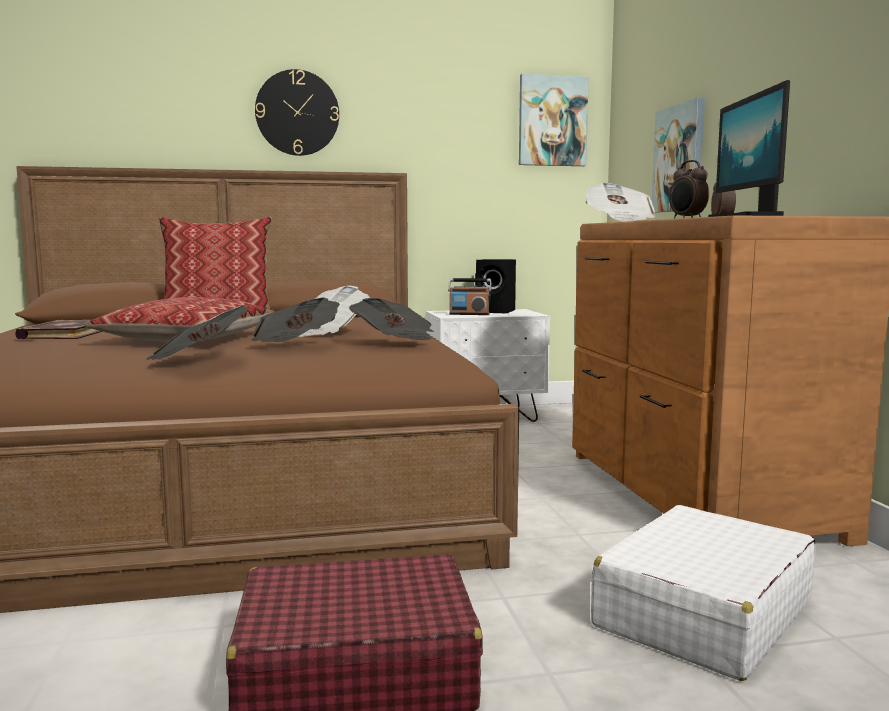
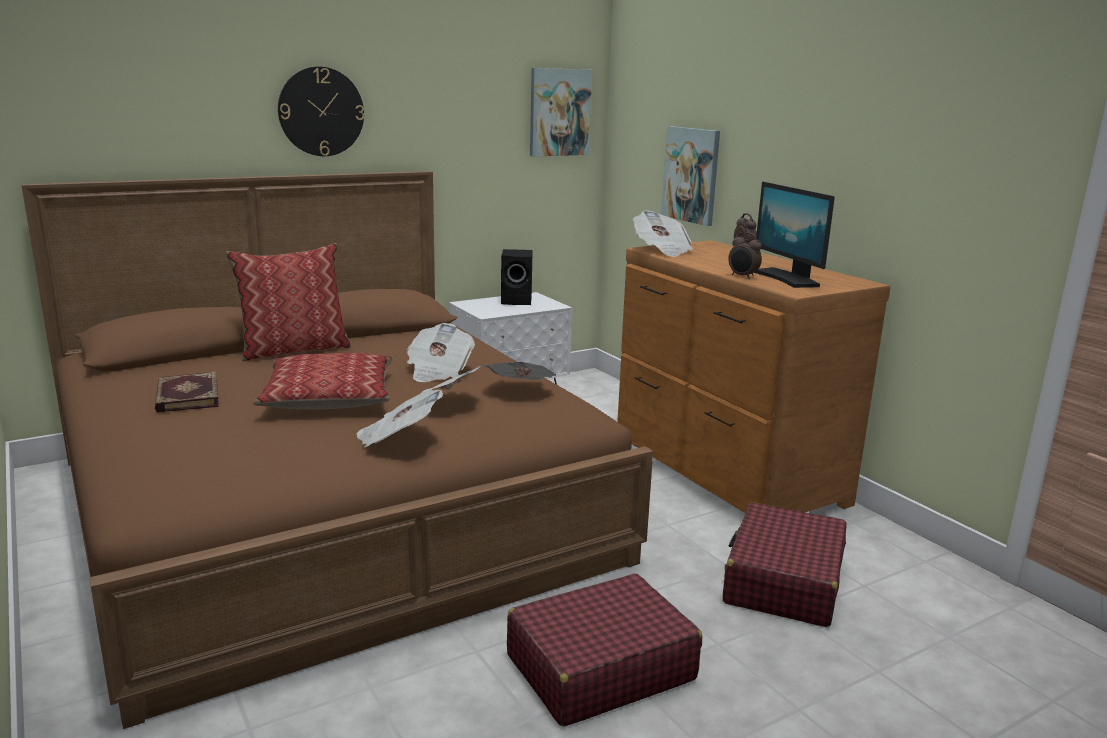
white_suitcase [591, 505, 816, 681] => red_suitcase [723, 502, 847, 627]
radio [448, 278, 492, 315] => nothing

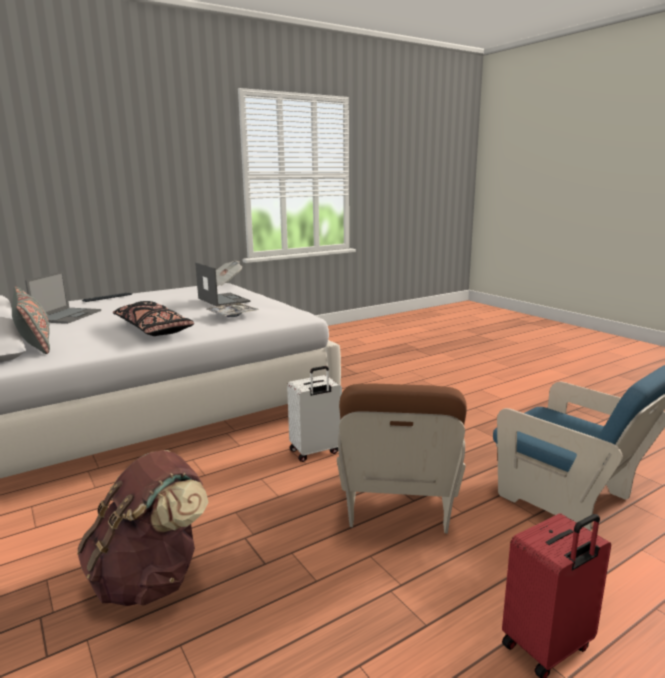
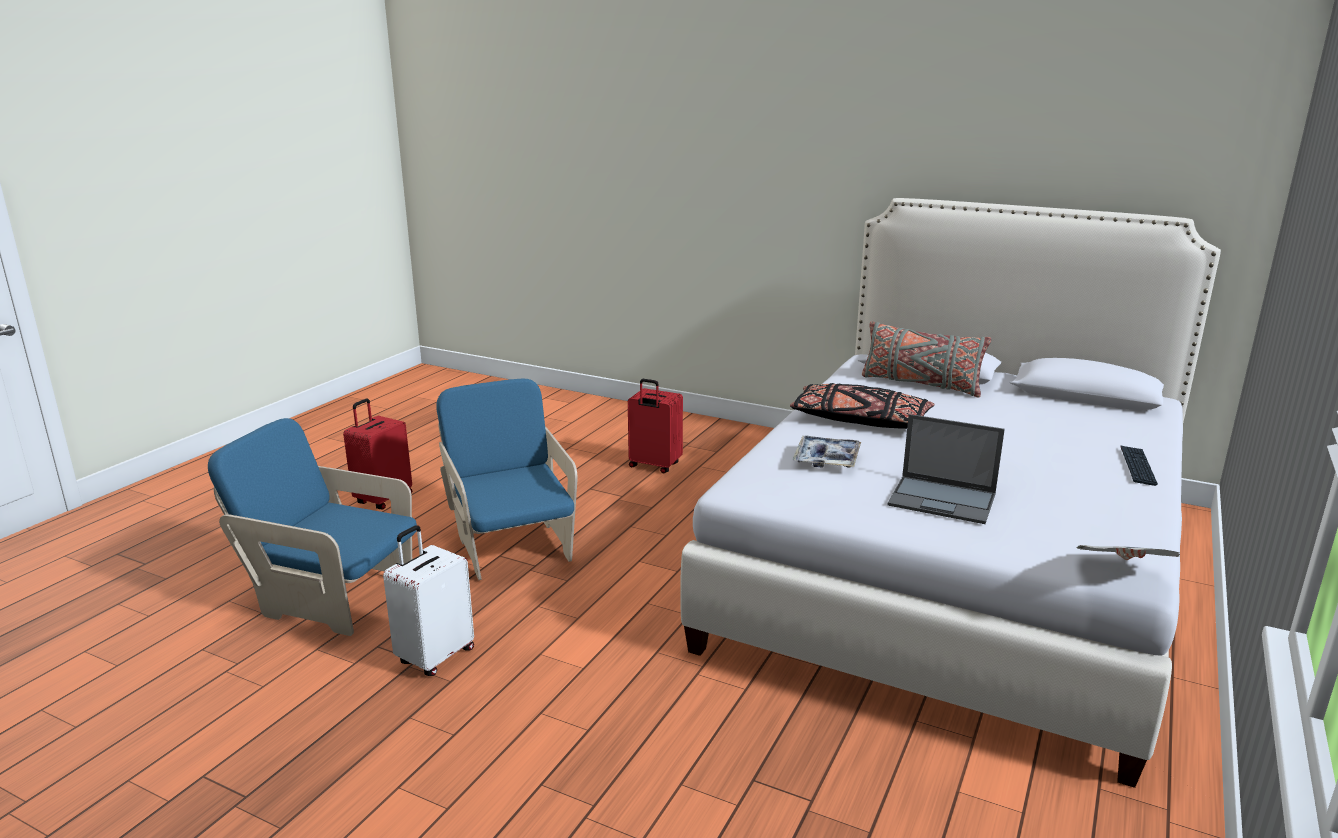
white_suitcase [287, 366, 342, 462] => white_suitcase [383, 525, 474, 676], moved
brown_armchair [337, 384, 467, 534] => blue_armchair [436, 378, 577, 580]
brown_backpack [77, 450, 209, 606] => red_suitcase [628, 379, 683, 474]
laptop [25, 271, 101, 324] => nothing

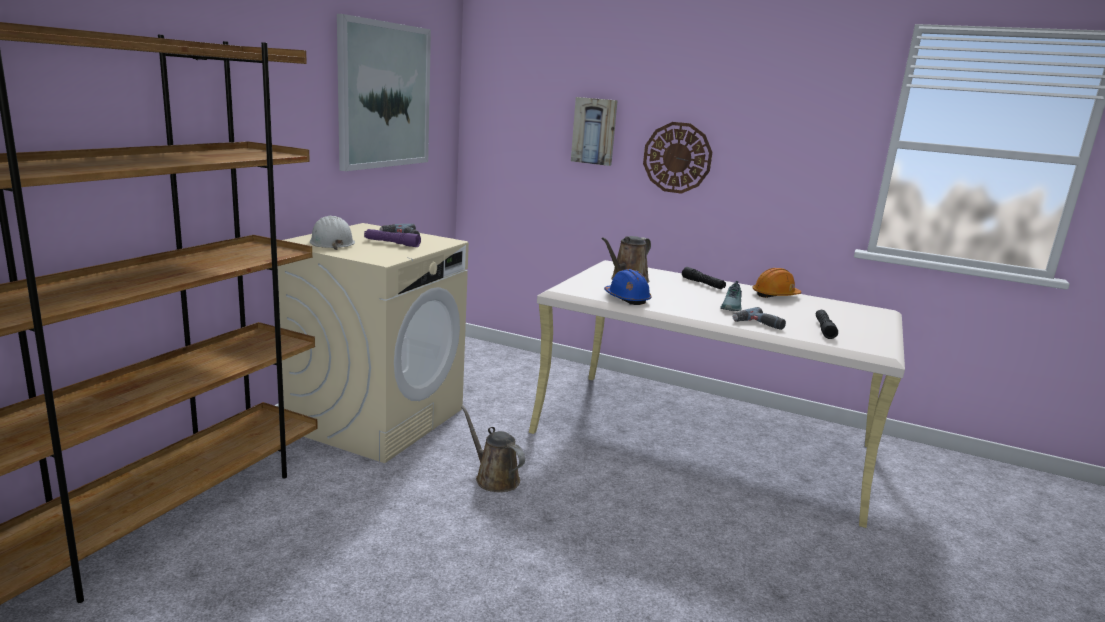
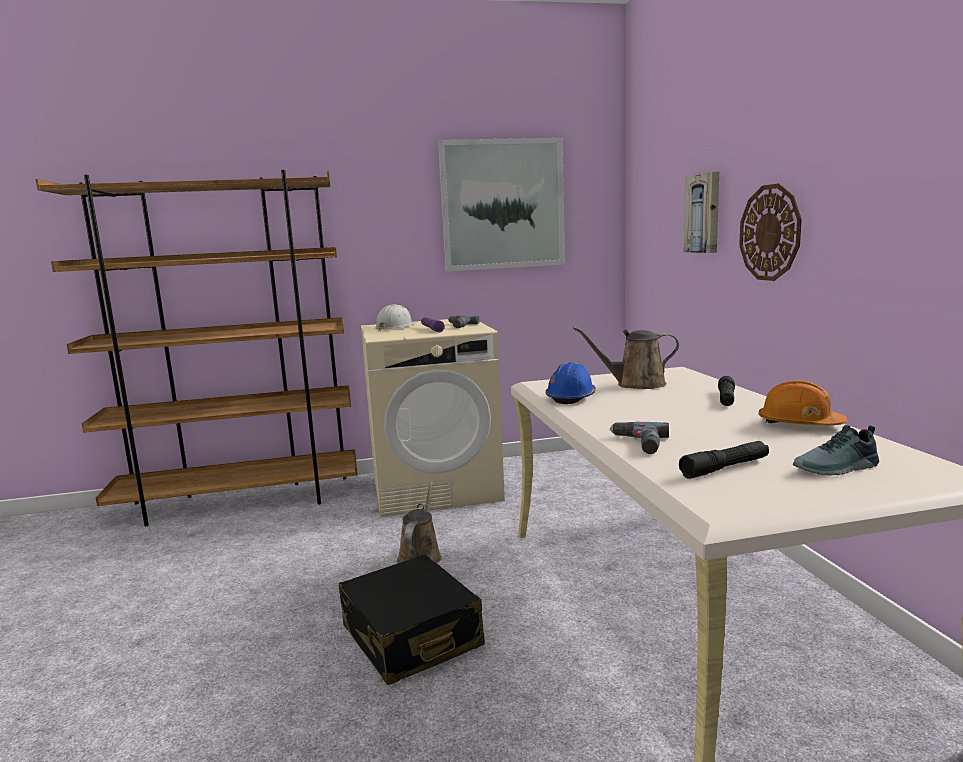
nothing => black_suitcase [338, 554, 485, 685]
shoe [720, 281, 742, 311] => shoe [793, 425, 879, 475], moved

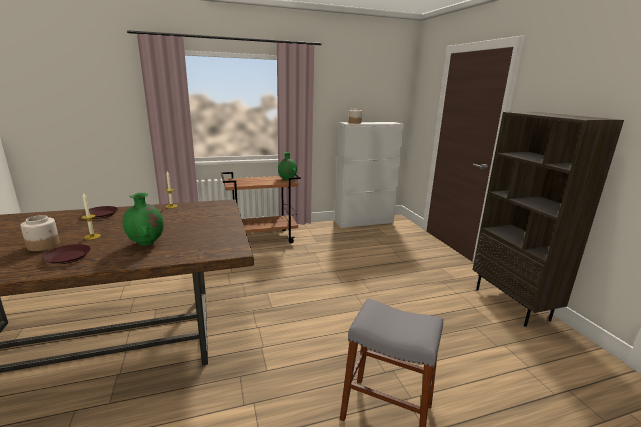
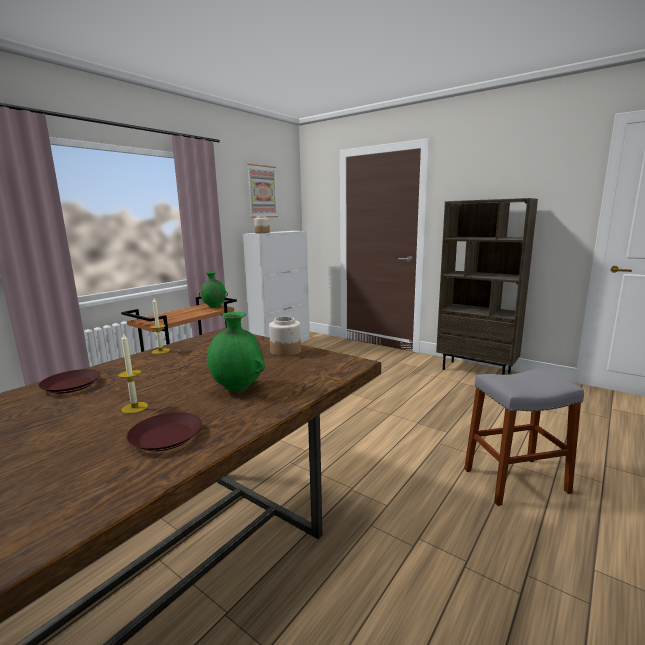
nothing => picture [247, 164, 278, 218]
jar [20, 215, 60, 251] => jar [269, 317, 301, 356], moved

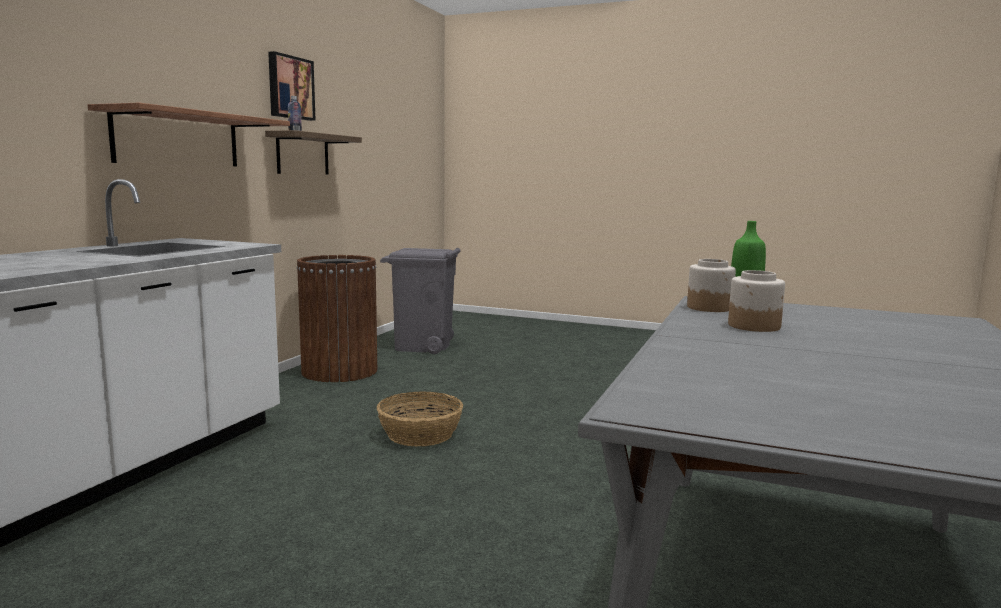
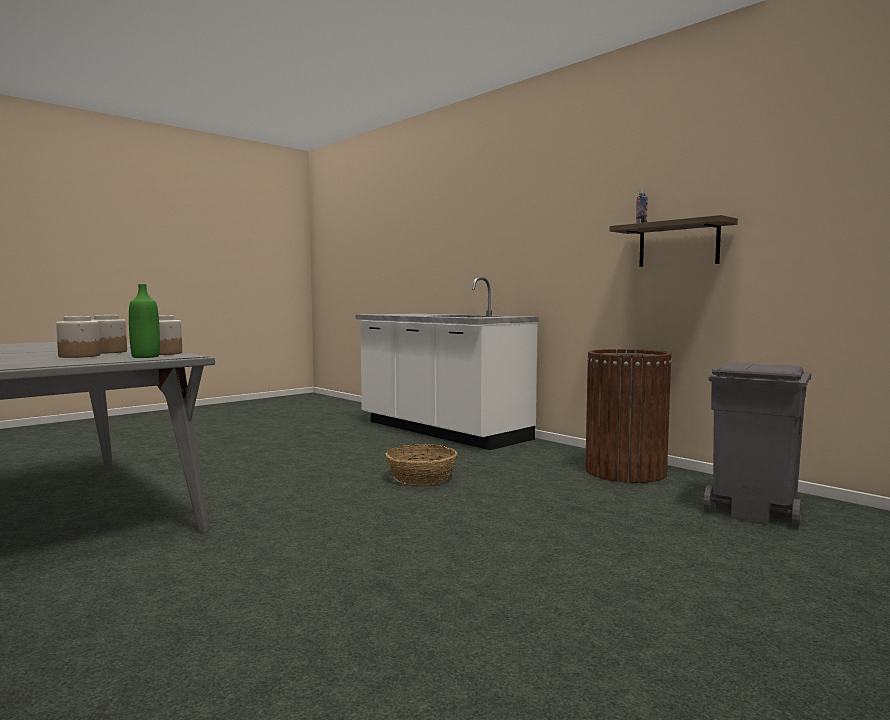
nothing => jar [56, 316, 100, 358]
shelf [88, 103, 290, 166] => nothing
picture [268, 51, 316, 121] => nothing

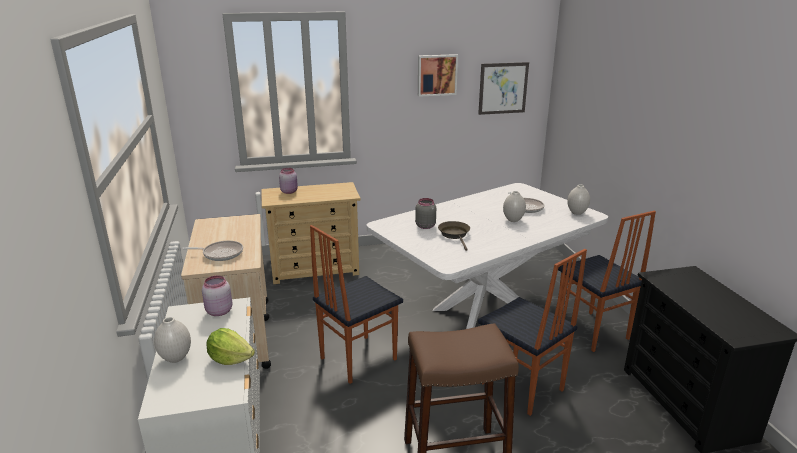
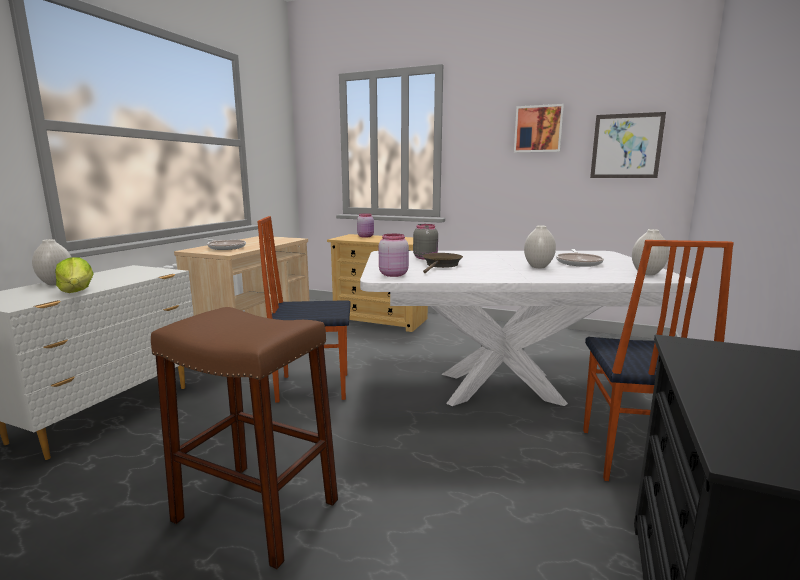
pink_jar [202, 275, 233, 316] => pink_jar [379, 234, 409, 277], moved
chair [478, 249, 587, 416] => nothing

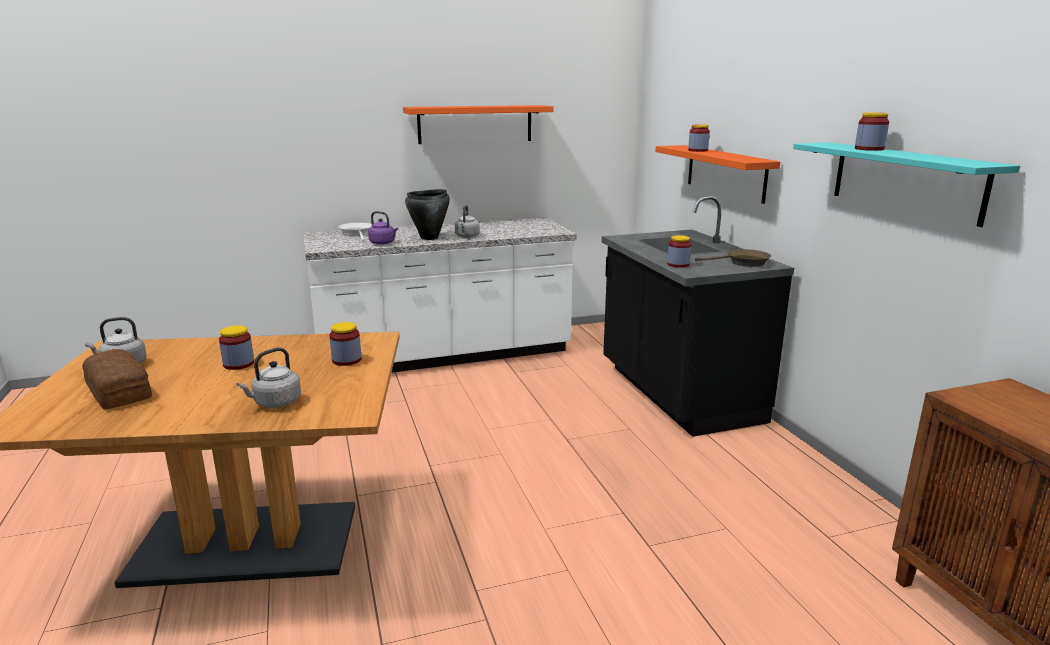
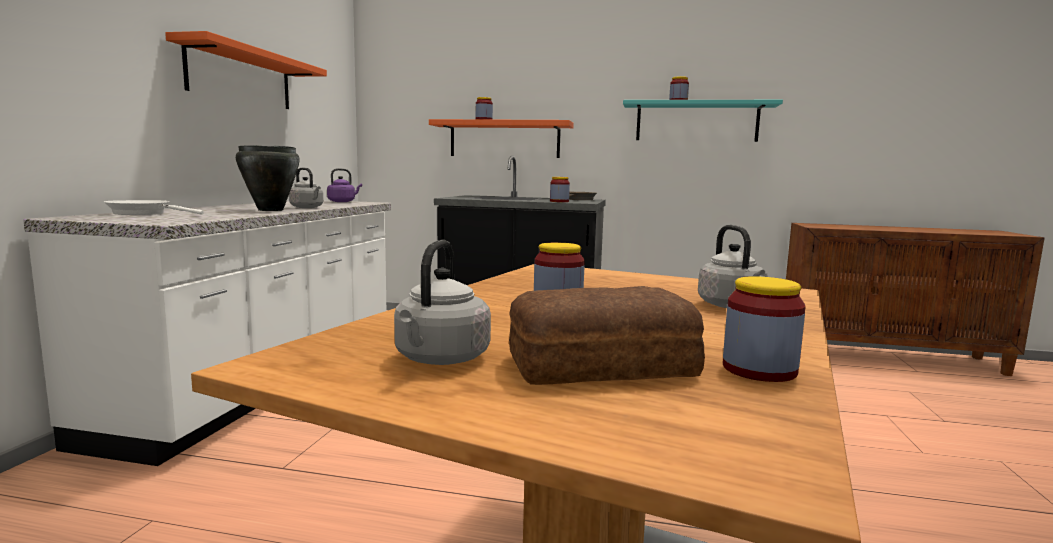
purple_kettle [368, 211, 398, 245] => purple_kettle [327, 168, 362, 202], moved
jar [329, 322, 362, 366] => jar [723, 276, 806, 382], moved

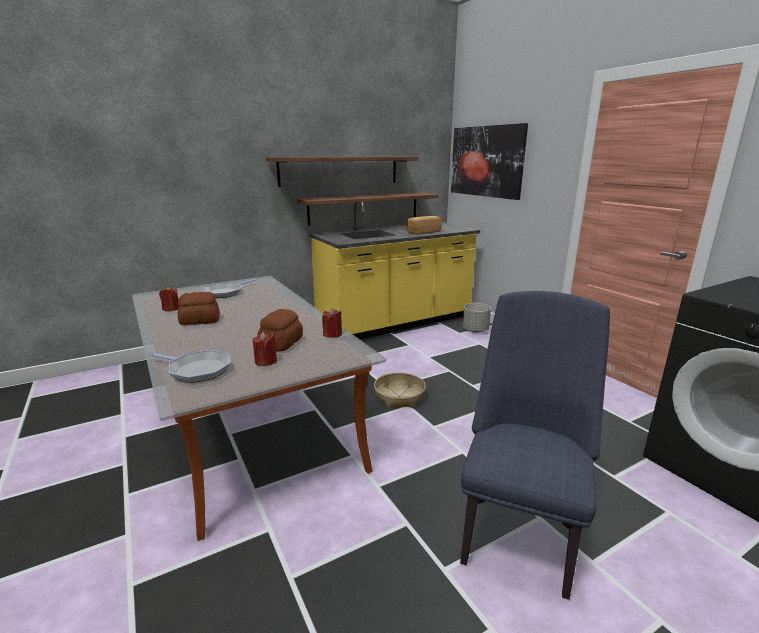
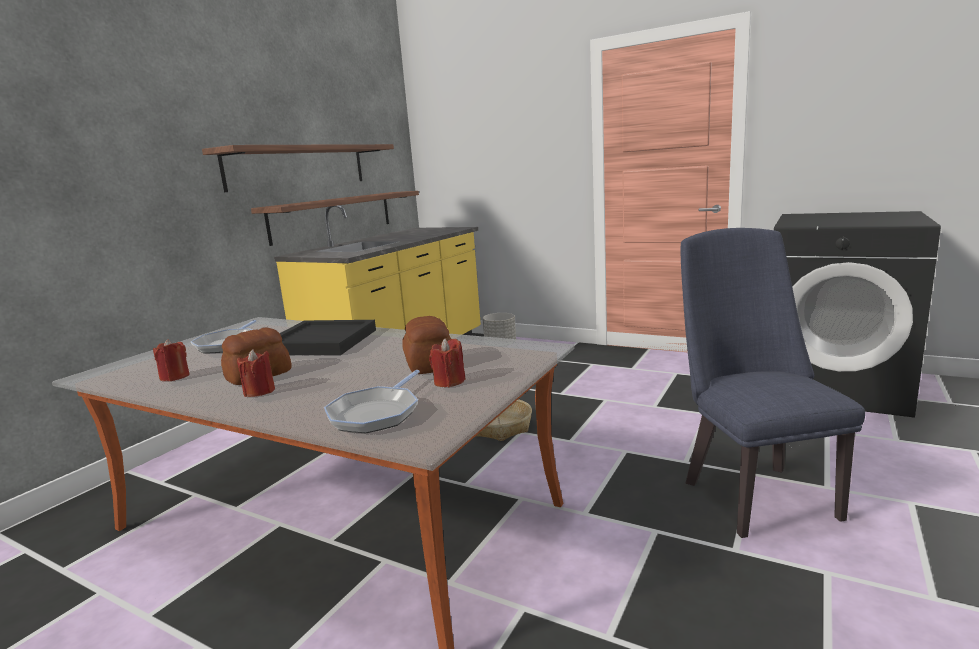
red_candle [322, 308, 342, 338] => red_candle [237, 349, 275, 397], moved
nothing => black_tray [280, 320, 376, 355]
frying_pan [149, 350, 231, 383] => frying_pan [324, 370, 420, 433], 120 degrees clockwise
bread [407, 216, 442, 235] => nothing
picture [451, 123, 528, 200] => nothing

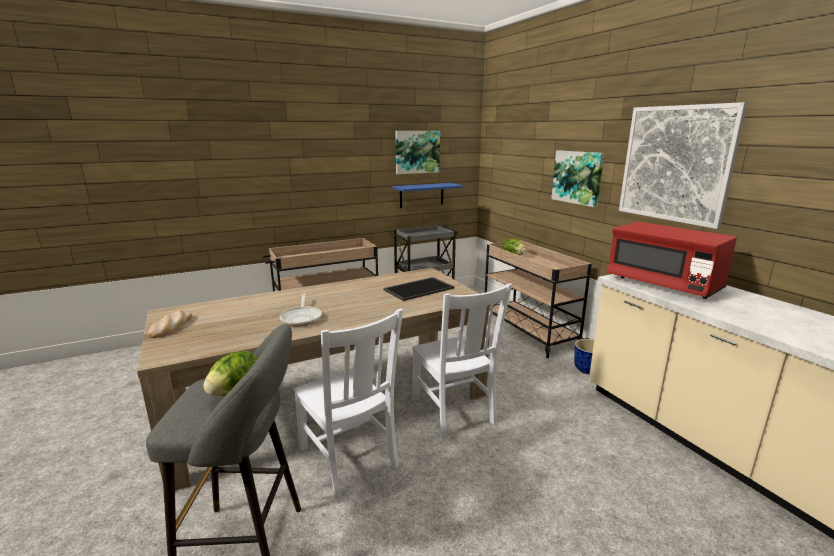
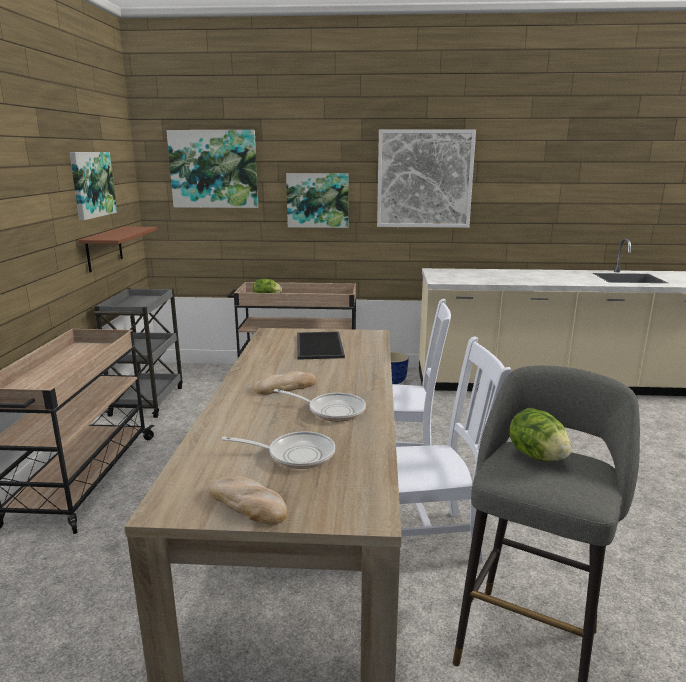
blue_shelf [392, 183, 463, 208] => brown_shelf [78, 227, 158, 272]
nothing => picture [166, 130, 258, 208]
nothing => frying_pan [221, 431, 335, 469]
nothing => bread [253, 371, 317, 395]
red_microwave [607, 222, 737, 299] => nothing

